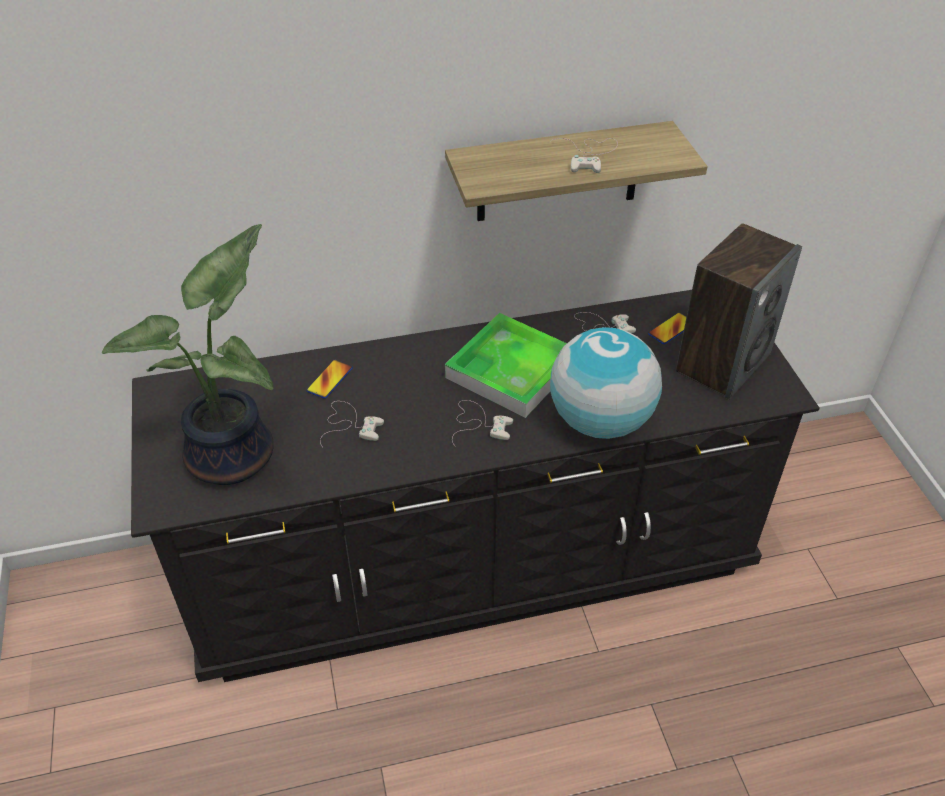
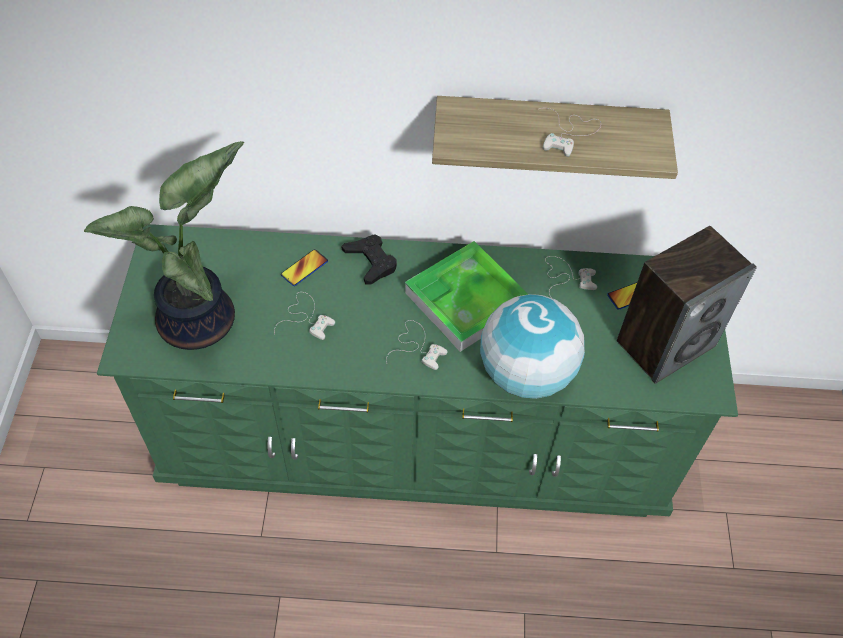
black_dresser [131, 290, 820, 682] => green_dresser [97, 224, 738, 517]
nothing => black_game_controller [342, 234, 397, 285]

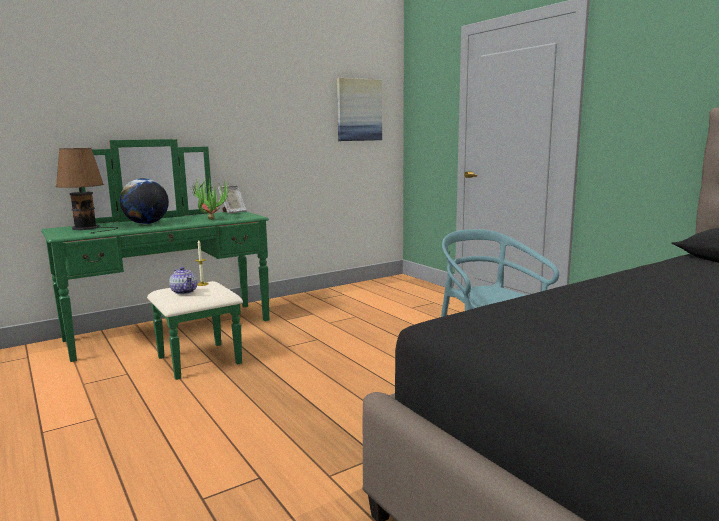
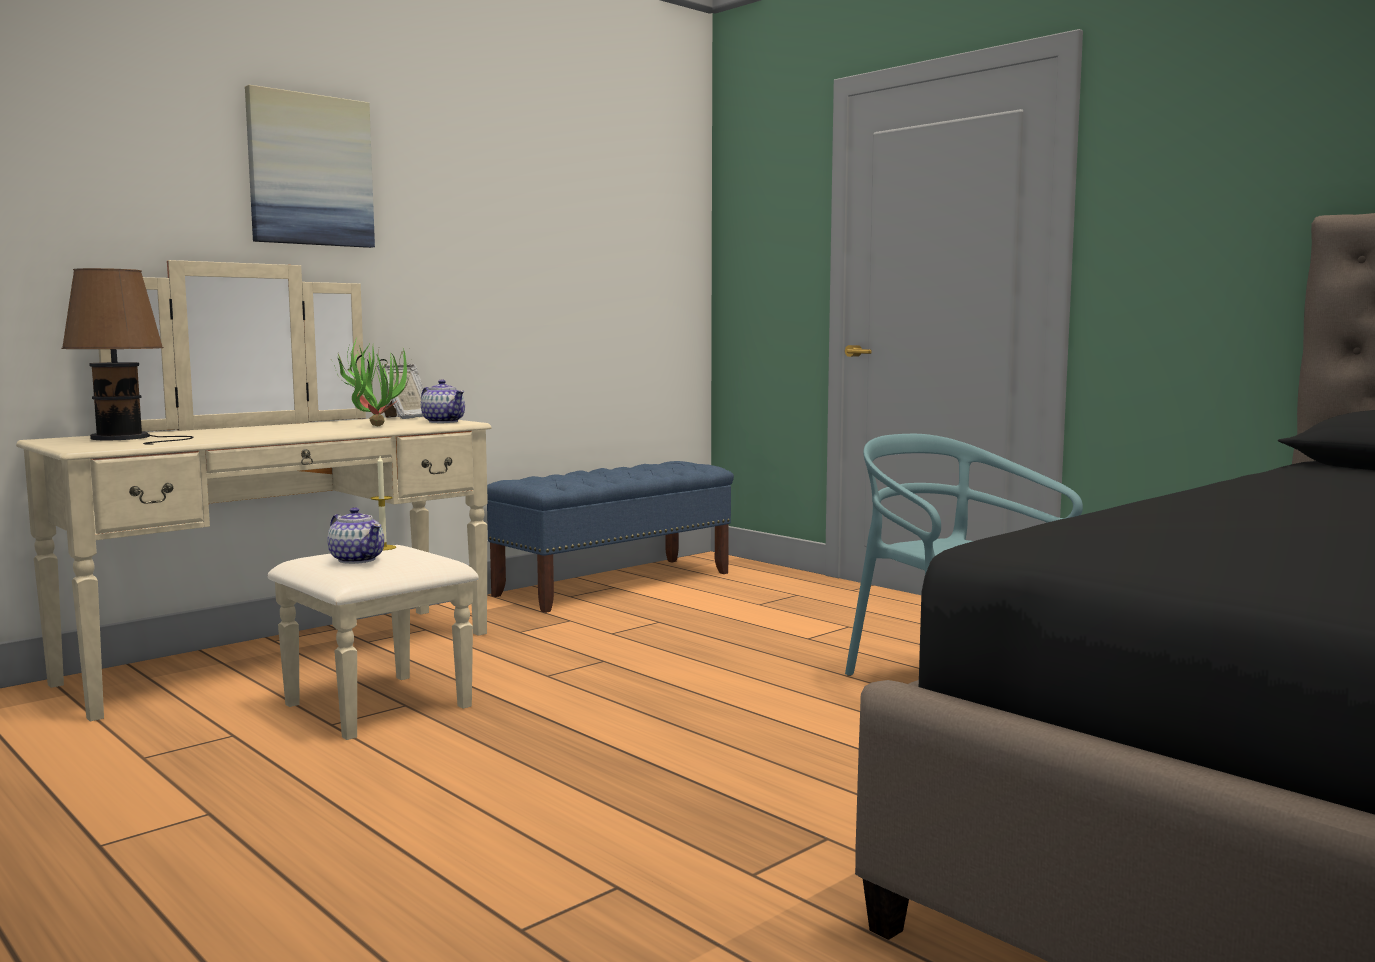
green_dresser [41, 139, 269, 380] => beige_dresser [16, 260, 491, 740]
picture [337, 78, 382, 141] => picture [245, 85, 375, 248], moved
nothing => teapot [421, 379, 465, 423]
nothing => blue_bench [487, 461, 734, 613]
globe [120, 178, 169, 224] => nothing

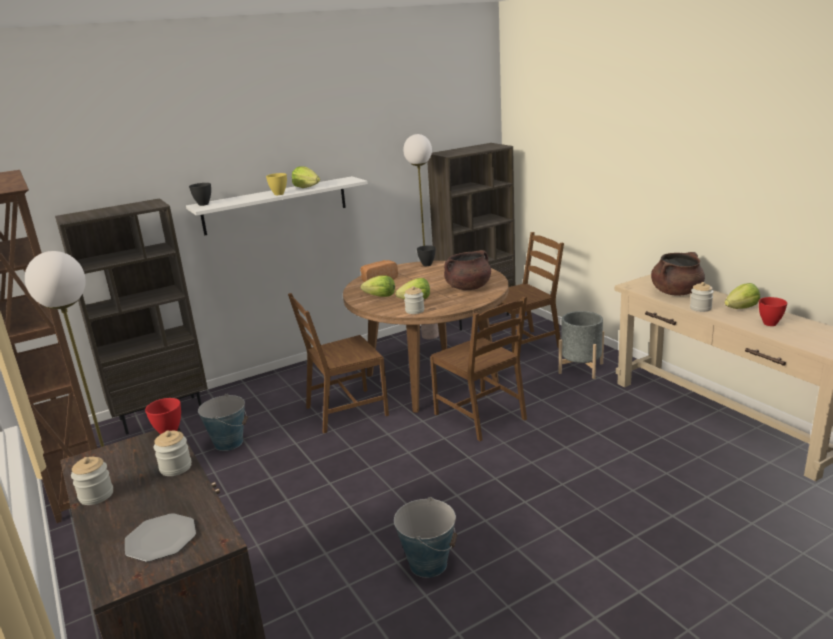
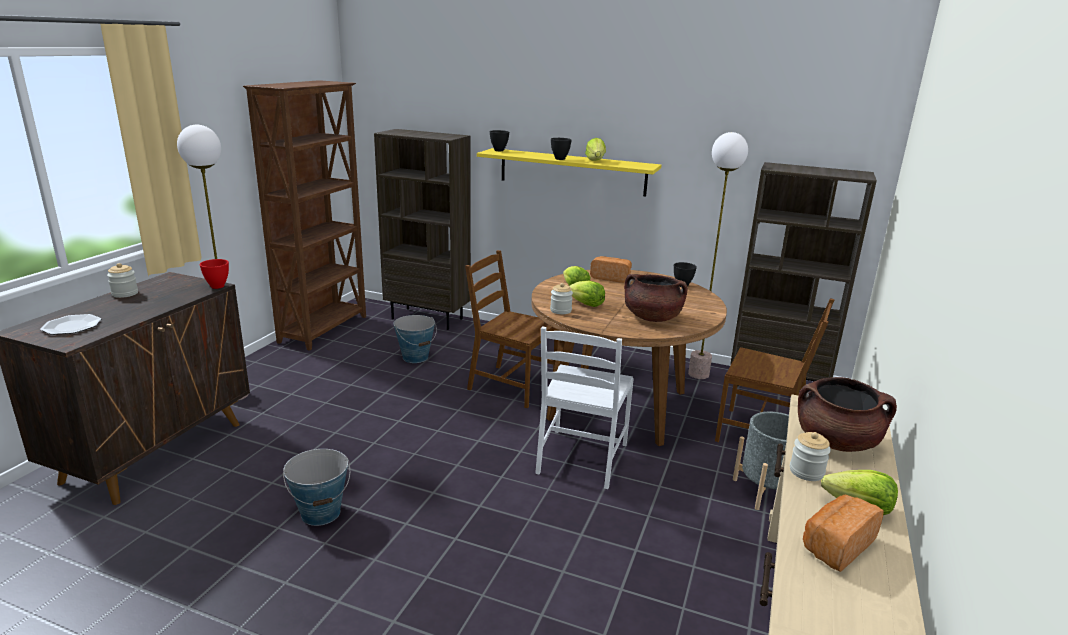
white_shelf [186, 176, 368, 235] => yellow_shelf [477, 148, 662, 197]
brown_chair [430, 296, 527, 441] => white_chair [535, 326, 634, 489]
yellow_bowl [266, 173, 287, 195] => black_bowl [551, 138, 572, 160]
red_bowl [759, 297, 788, 326] => bread [803, 494, 884, 572]
jar [154, 430, 192, 476] => nothing

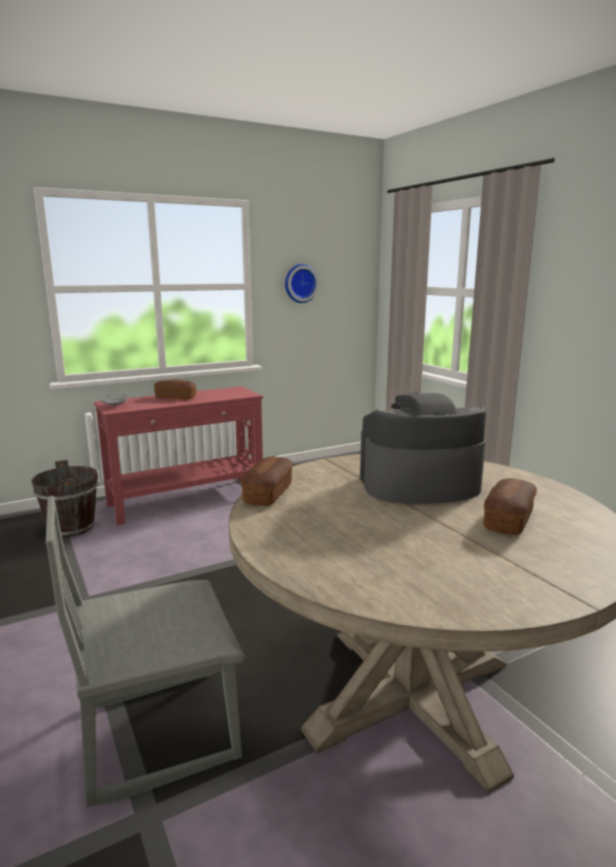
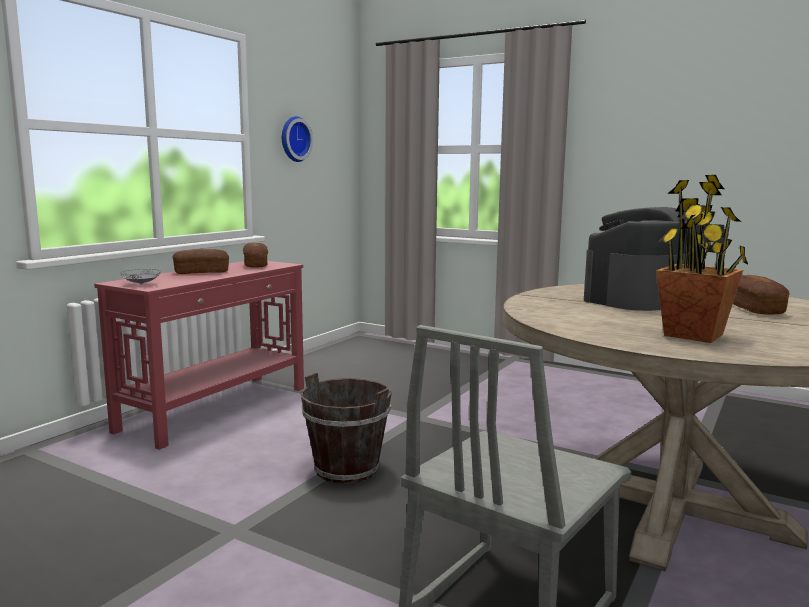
bread [241, 456, 293, 506] => bread [243, 243, 268, 268], moved
brown_bucket [32, 460, 98, 538] => brown_bucket [300, 373, 392, 484], moved
nothing => potted_plant [656, 175, 748, 343]

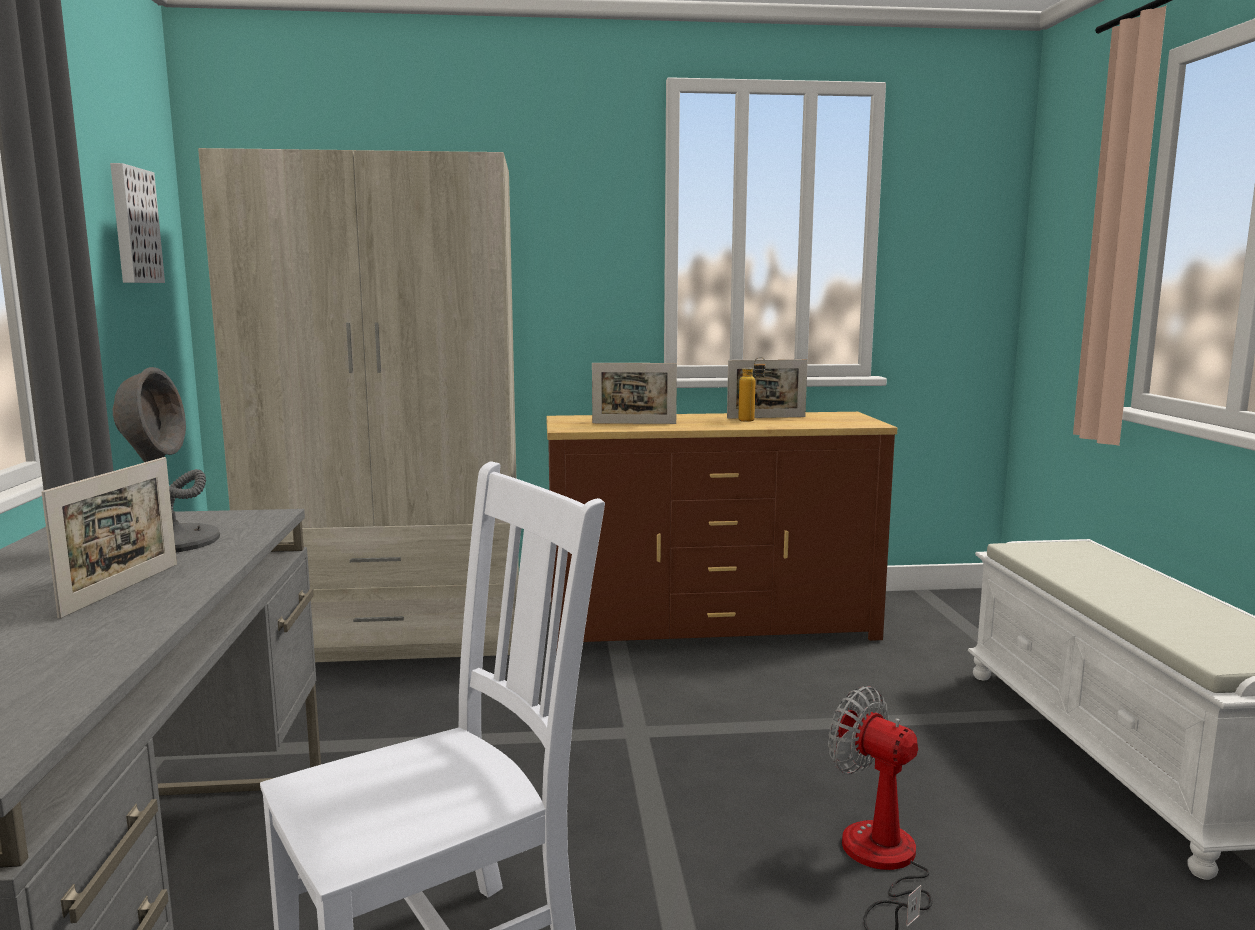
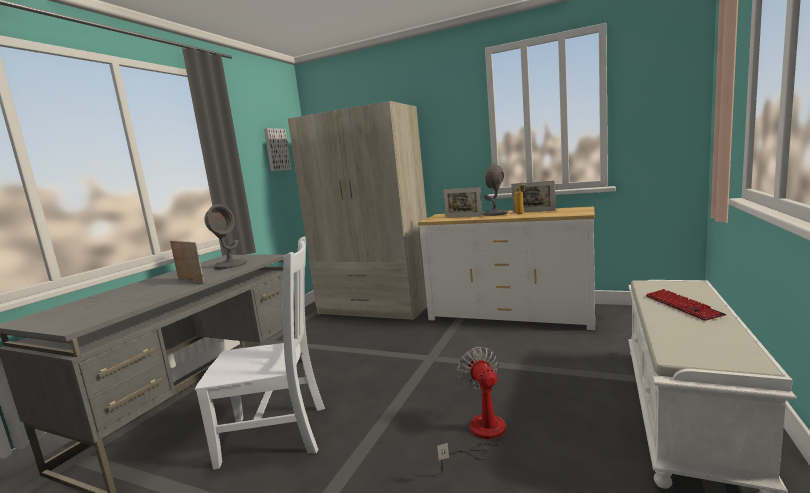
picture_frame [41, 457, 177, 619] => picture_frame [170, 240, 204, 283], 90 degrees counterclockwise
brown_dresser [546, 412, 897, 652] => white_dresser [418, 207, 595, 330]
nothing => grey_table_lamp [482, 163, 508, 216]
nothing => keyboard [645, 289, 726, 321]

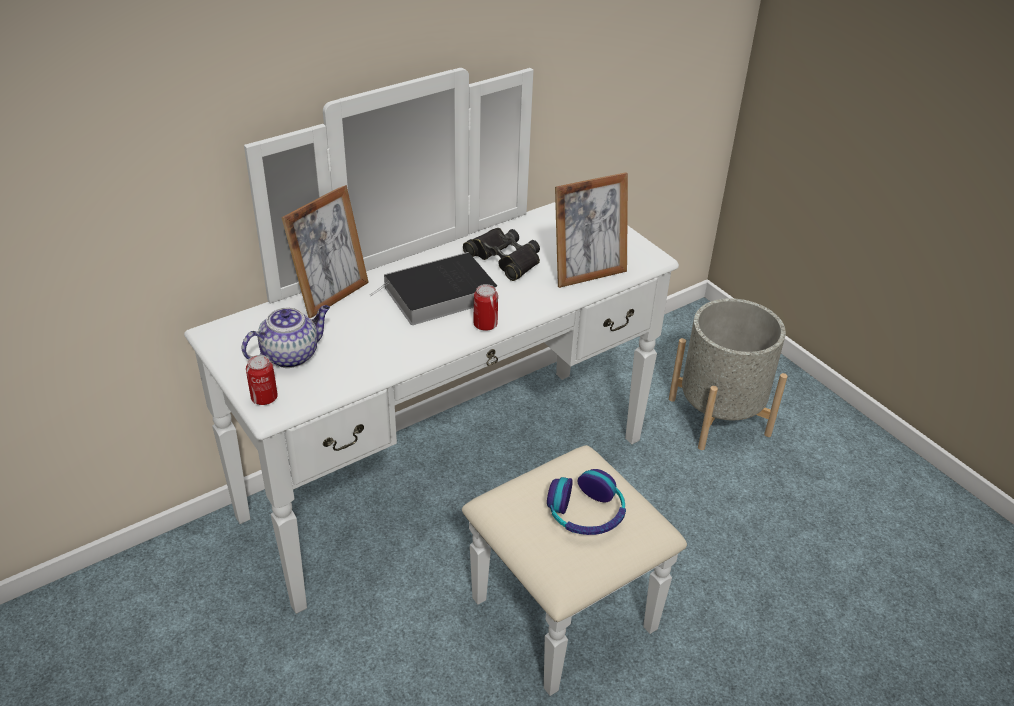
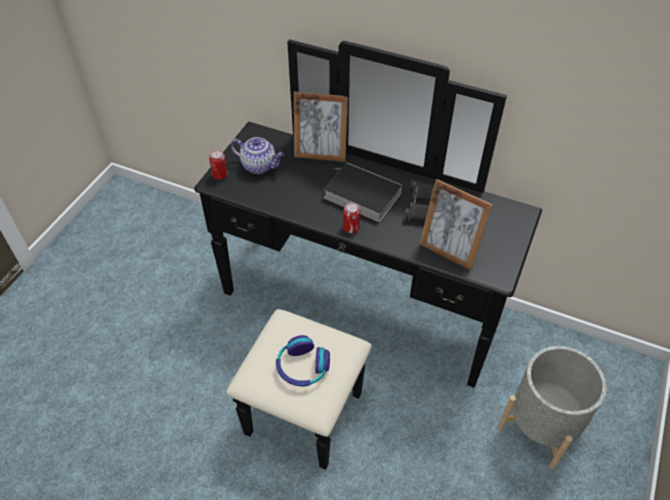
white_dresser [184, 68, 687, 696] => black_dresser [194, 39, 542, 470]

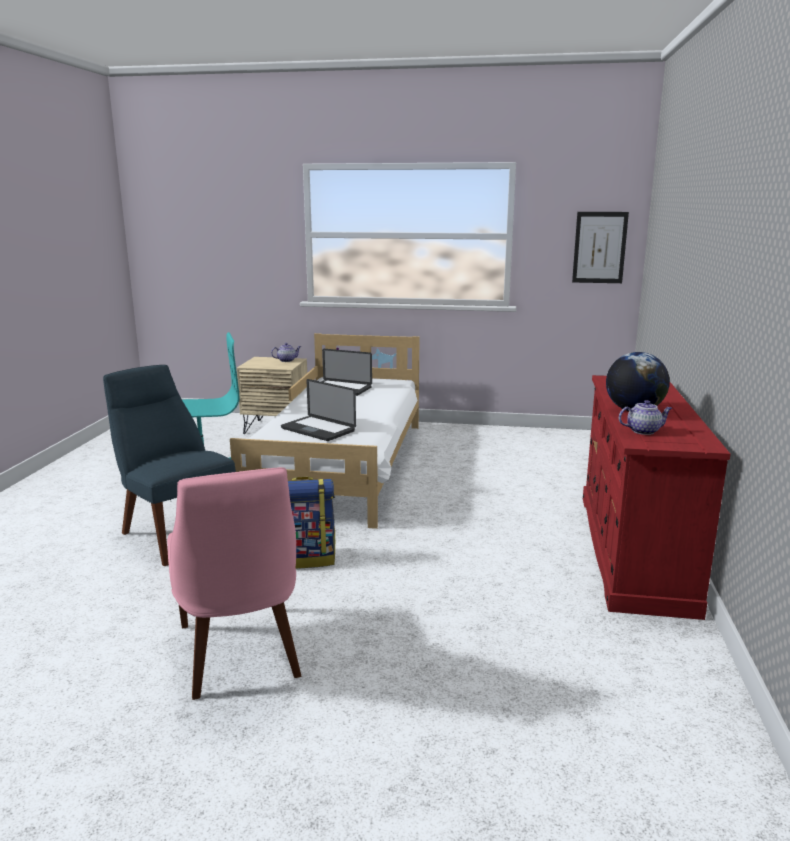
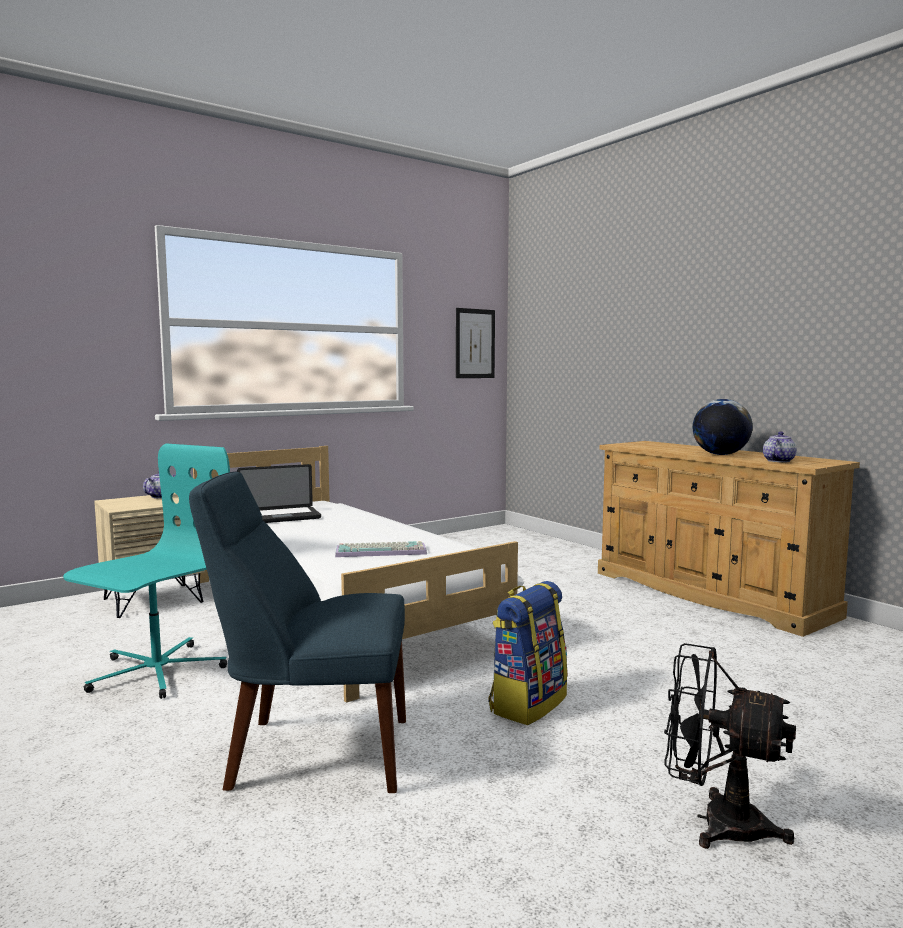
laptop [281, 379, 356, 441] => keyboard [335, 541, 427, 557]
red_dresser [583, 375, 731, 620] => beige_dresser [598, 441, 860, 637]
pink_chair [167, 467, 301, 700] => black_fan [664, 643, 796, 849]

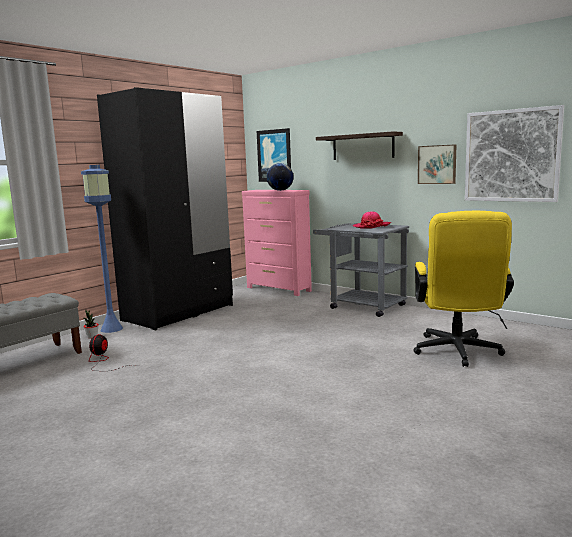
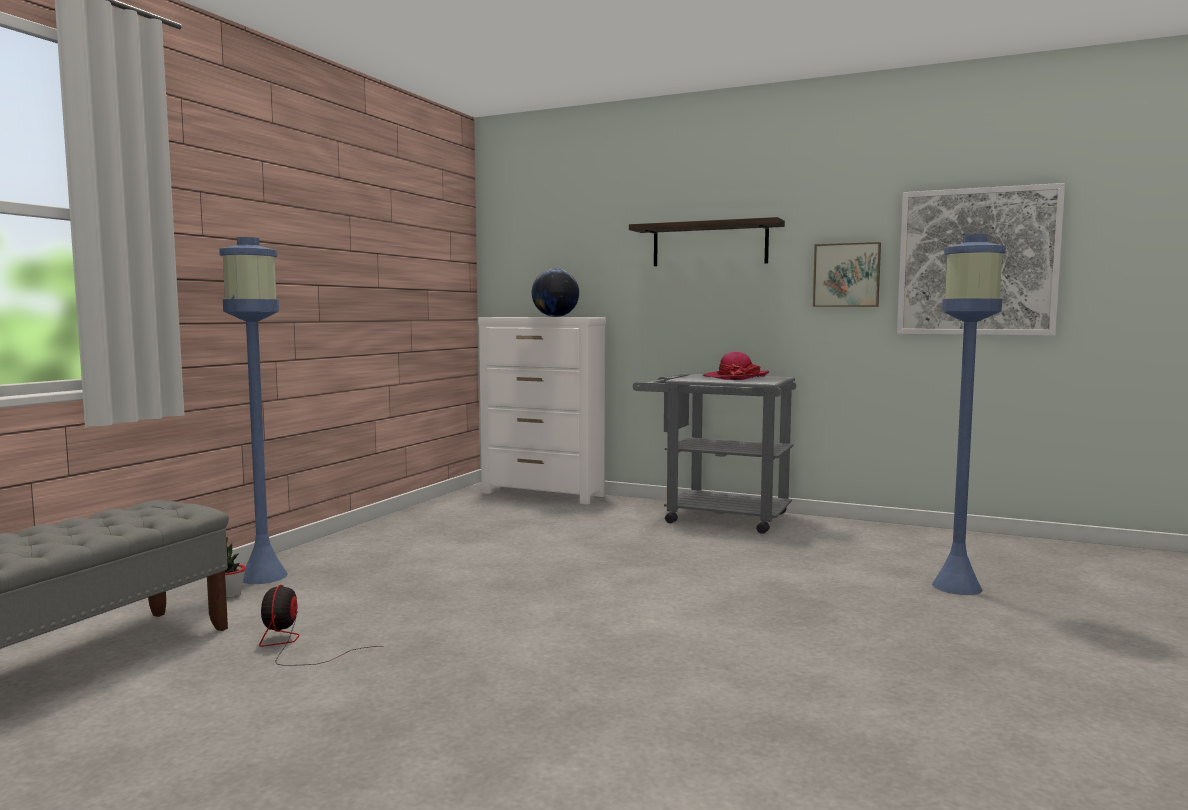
pink_dresser [242, 190, 312, 296] => white_dresser [478, 317, 606, 504]
yellow_office_chair [413, 211, 514, 367] => blue_floor_lamp [932, 234, 1006, 595]
black_wardrobe [97, 87, 233, 330] => nothing
picture [257, 128, 291, 182] => nothing

